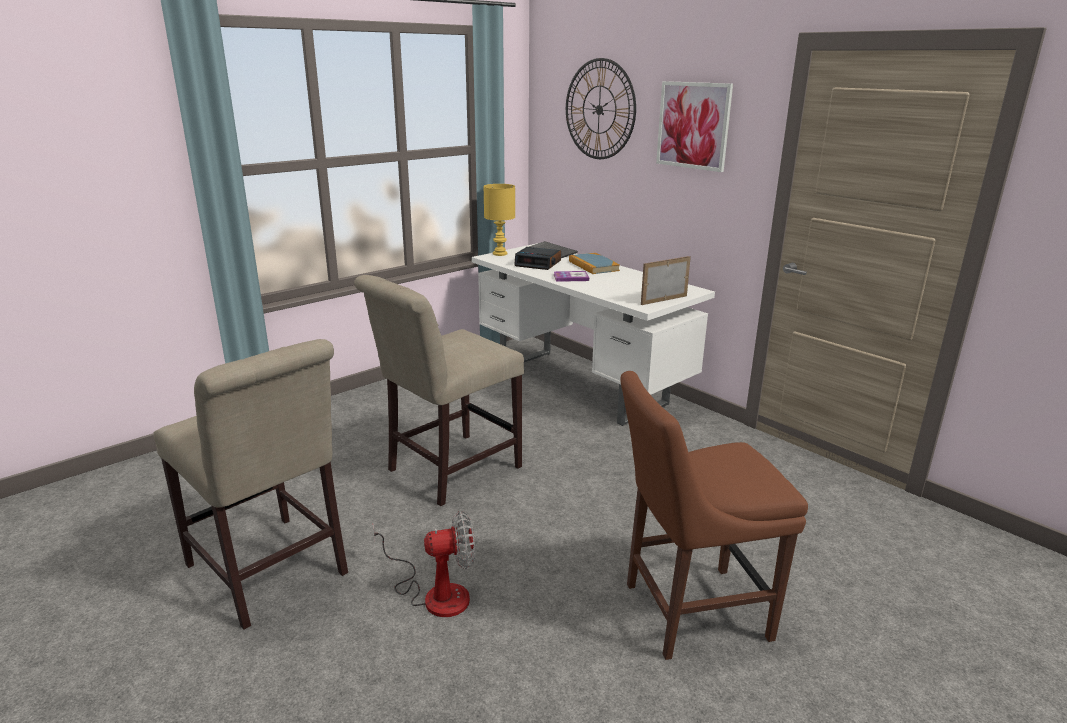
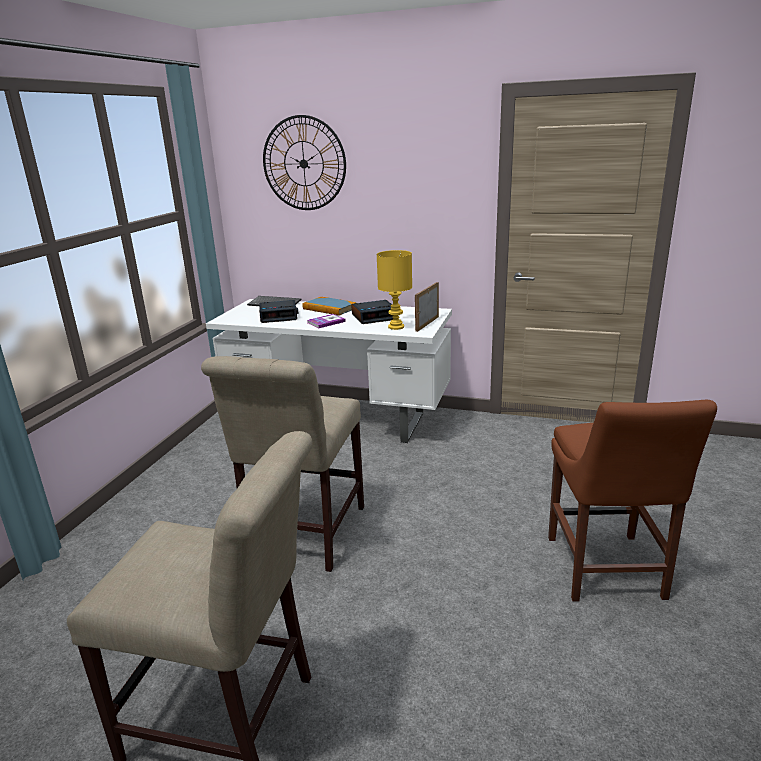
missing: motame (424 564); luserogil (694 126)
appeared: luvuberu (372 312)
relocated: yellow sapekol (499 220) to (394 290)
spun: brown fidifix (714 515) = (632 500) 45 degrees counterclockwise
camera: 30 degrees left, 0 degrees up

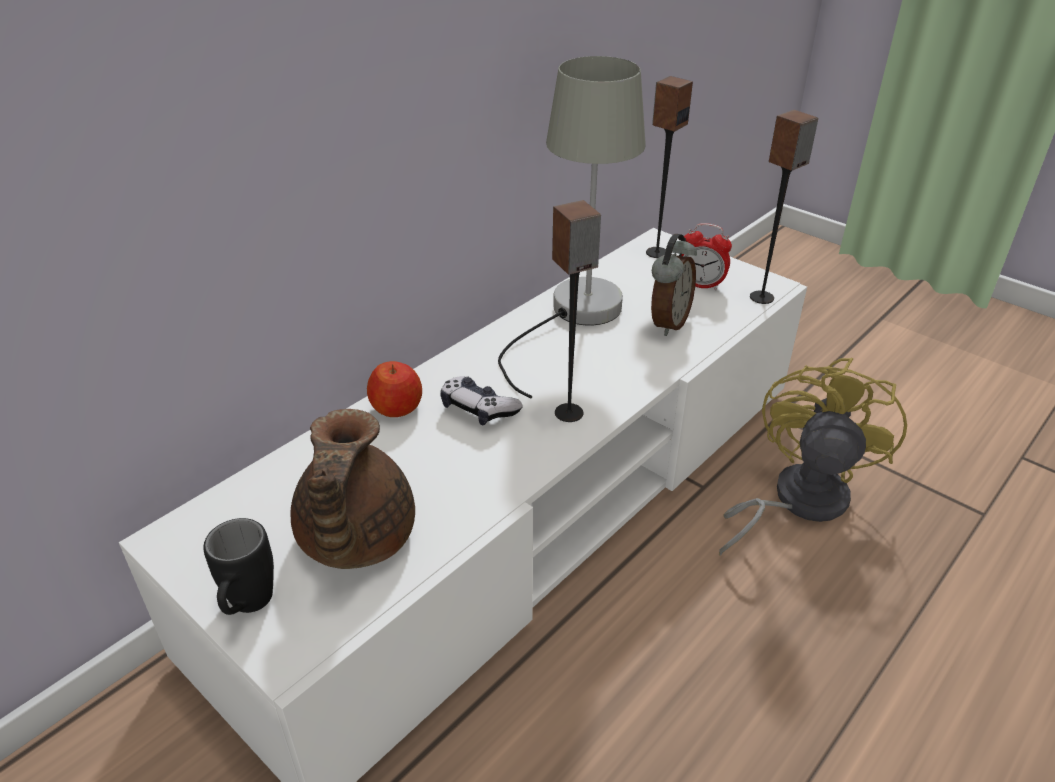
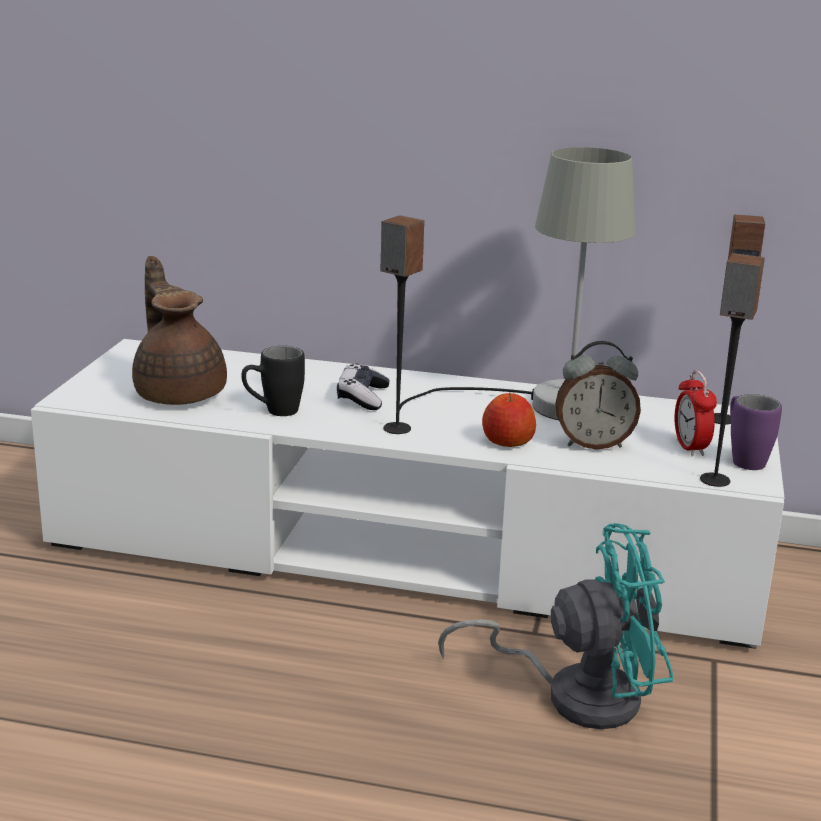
appeared: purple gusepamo (756 432)
relocated: black gusepamo (238 566) to (273 381); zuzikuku (394 389) to (509 419)
colour: yellow motame (813 456) to turquoise motame (555 626)
spun: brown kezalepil (352 489) = (179 330) 90 degrees clockwise
camera: 60 degrees right, 15 degrees down

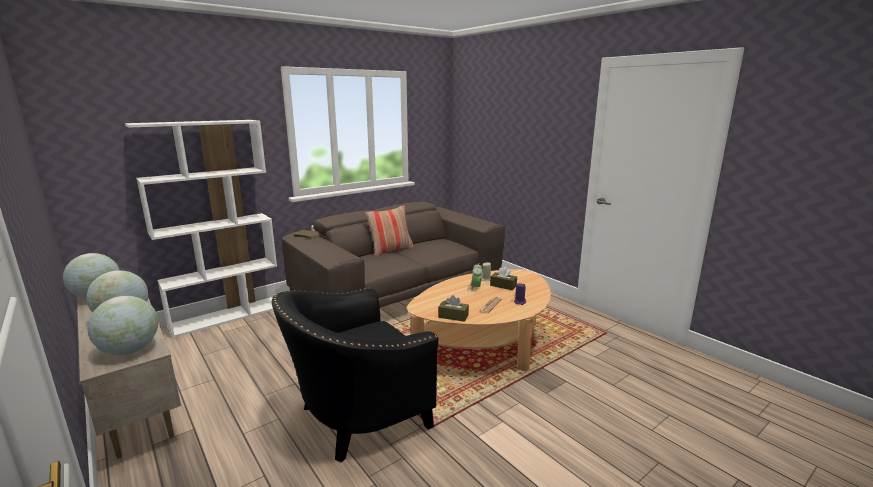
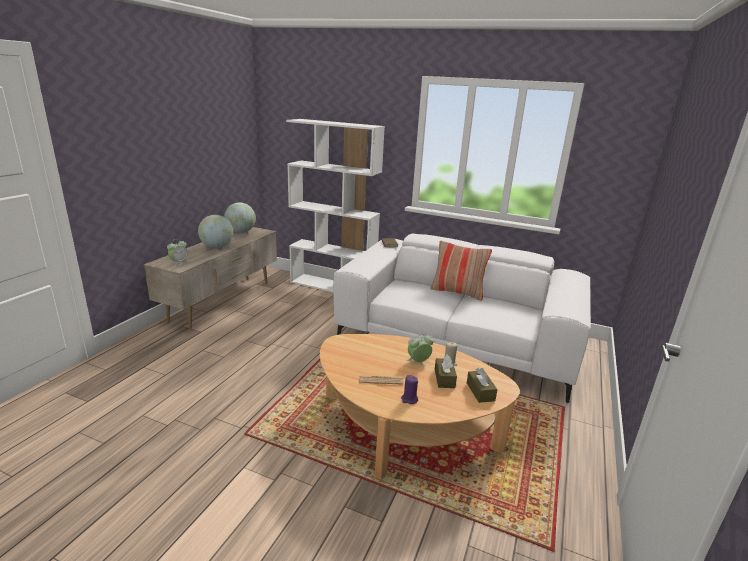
missing: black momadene (355 375)
relocated: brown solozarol (453 308) to (482 385)
exchanged: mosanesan (122 325) to luvuberu (178 252)
colour: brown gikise (393 255) to white gikise (462 318)
camera: 60 degrees right, 5 degrees up

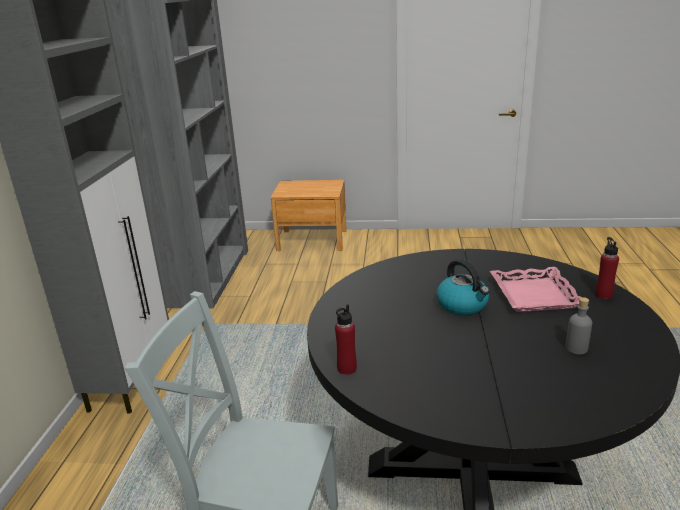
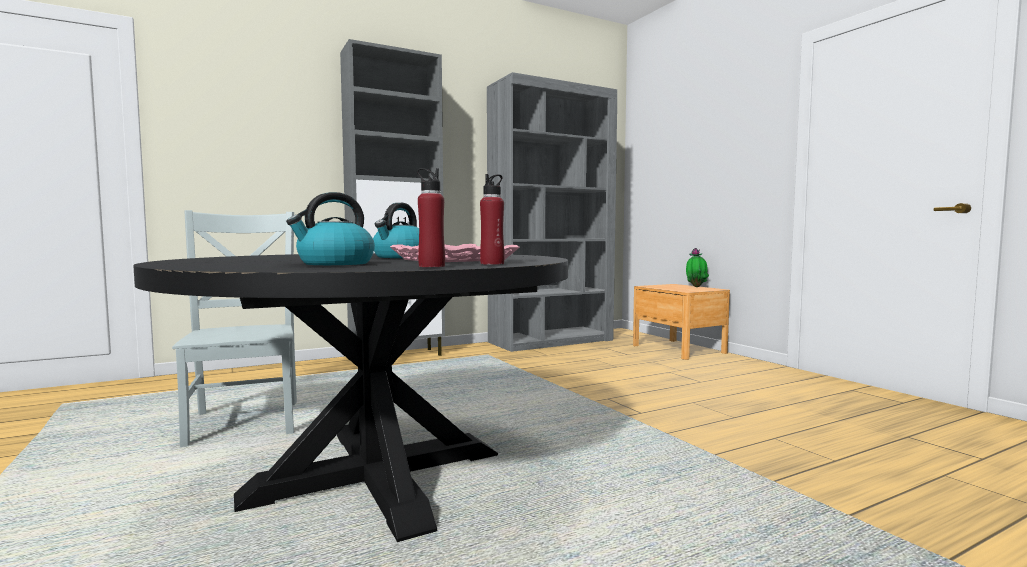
appeared: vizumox (697 267)
relocated: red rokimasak (346 339) to (431 217)
exchanged: grey rokimasak (578 326) to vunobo (330 228)
camera: 55 degrees right, 20 degrees down

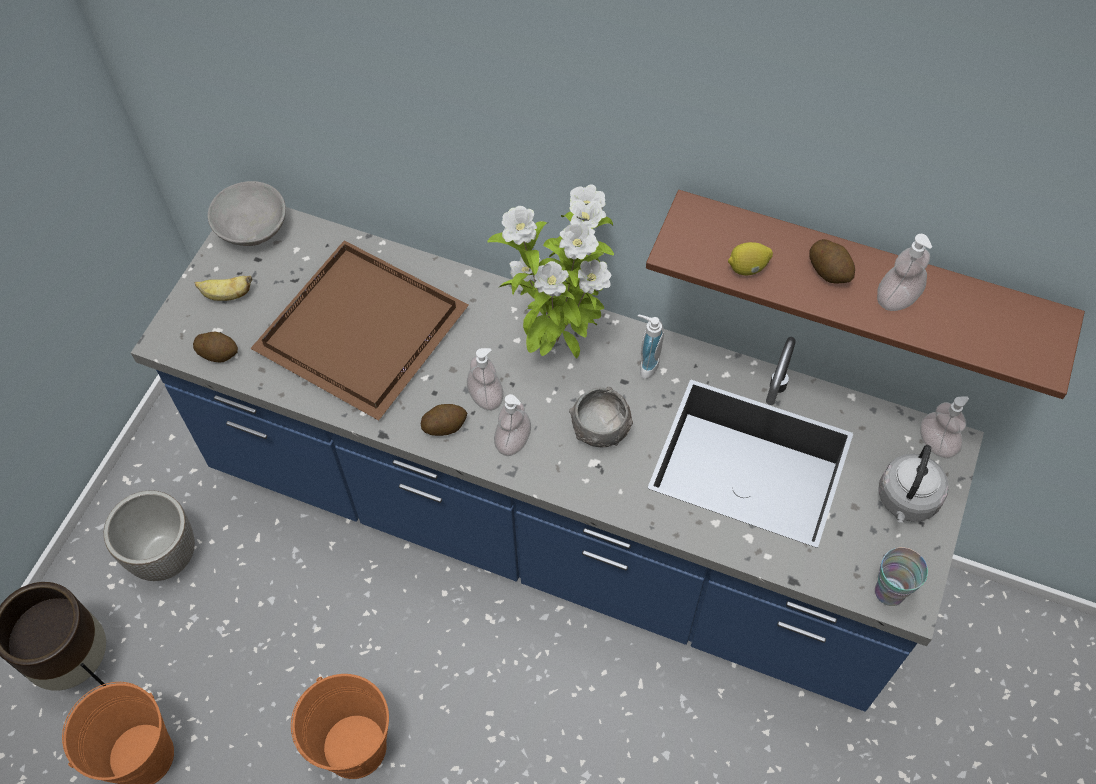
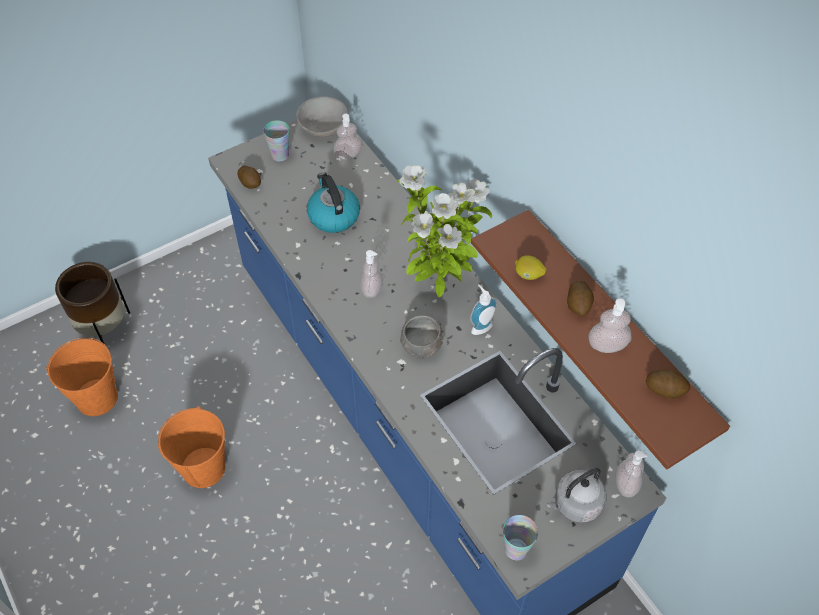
missing: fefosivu (149 535)
relocated: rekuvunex (444 420) to (668 384); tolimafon (512 425) to (347 137)
exchanged: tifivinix (224 288) to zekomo (276 141); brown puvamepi (359 330) to vunobo (333 202)
camera: 35 degrees right, 5 degrees down

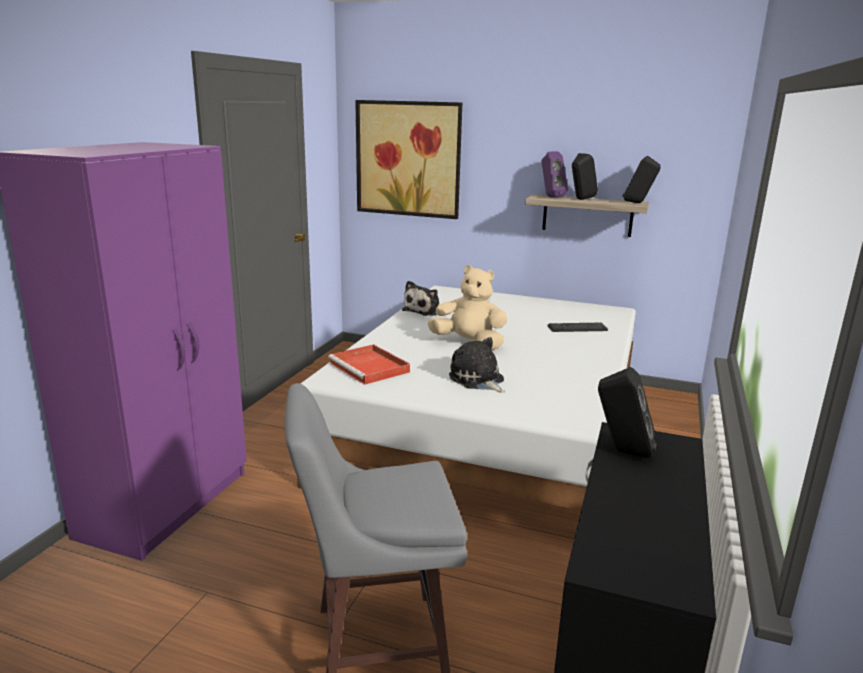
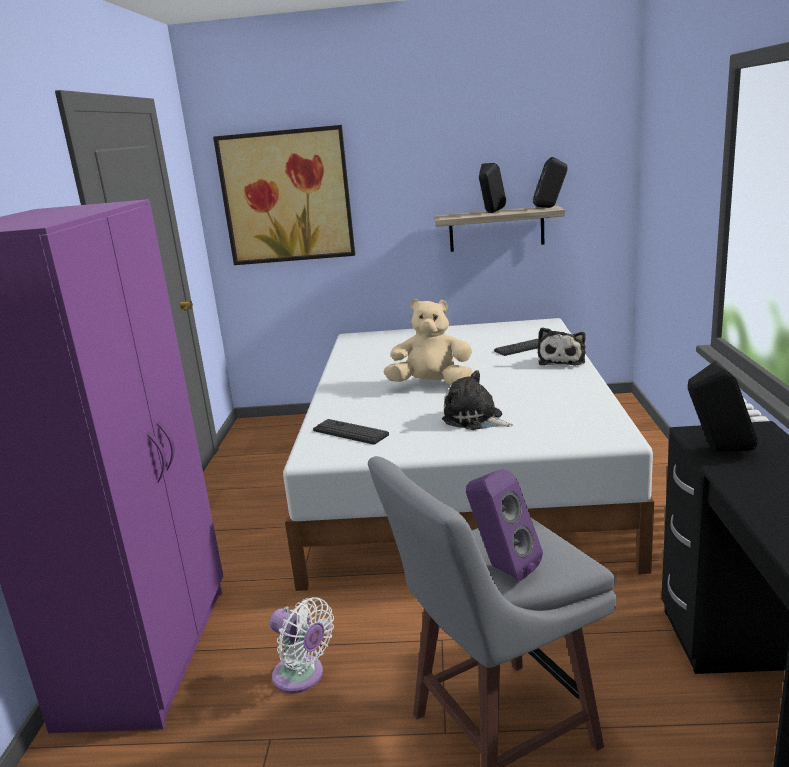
appeared: white motame (301 645)
relocated: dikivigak (420 298) to (562 346); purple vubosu (555 174) to (504 524)
exchanged: red puvamepi (369 364) to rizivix (351 432)
camera: 15 degrees left, 0 degrees up

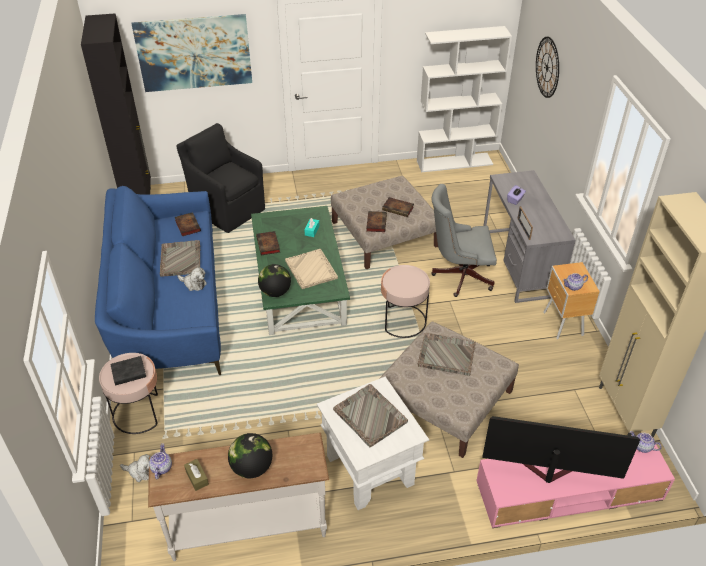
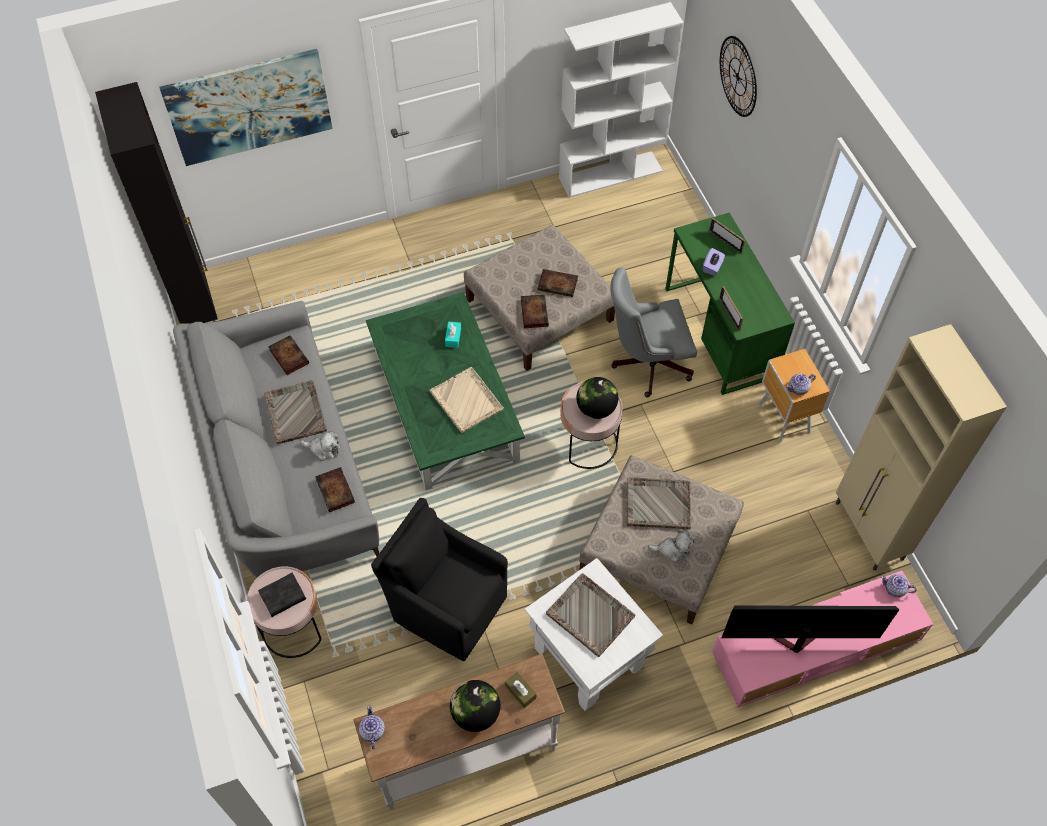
appeared: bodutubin (727 236)
relocated: dikivigak (135 468) to (671 546); black momadene (221 178) to (439 579); brown solozarol (196 475) to (520 690); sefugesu (268 243) to (335 489); mosanesan (274 280) to (597 398)
colour: blue gikise (158 280) to grey gikise (276 439); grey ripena (529 236) to green ripena (730 304)
camera: 10 degrees left, 15 degrees up

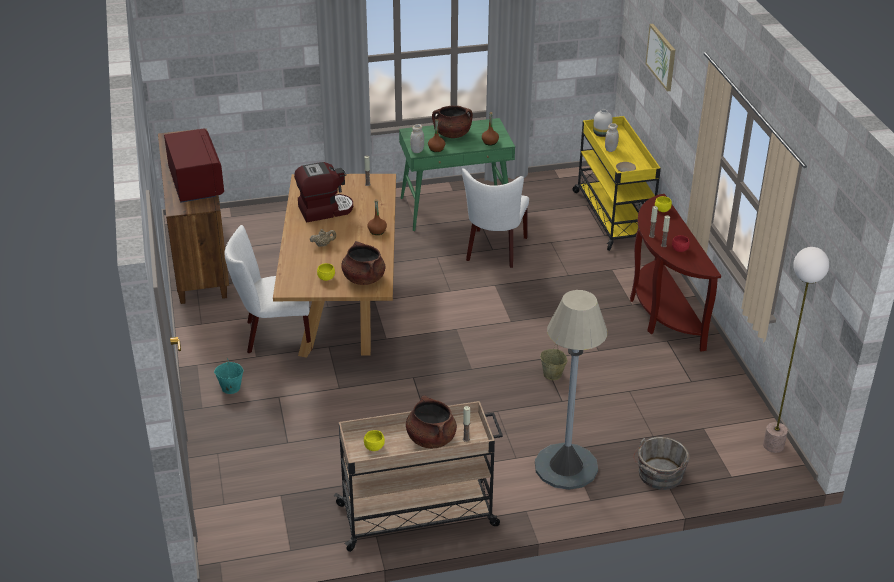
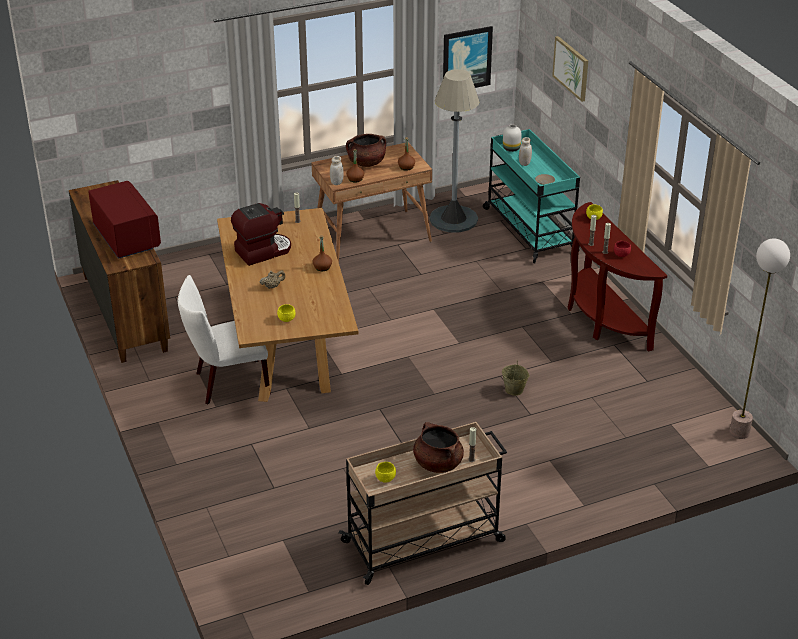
missing: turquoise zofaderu (229 376); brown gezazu (363 263); white fidifix (495 218); grey zofaderu (661 463)
appeared: luserogil (468 57)
relocated: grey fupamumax (571 390) to (455 150)
colour: green ripena (457 174) to brown ripena (371 202); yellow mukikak (617 183) to turquoise mukikak (531 196)
camera: 10 degrees left, 0 degrees up

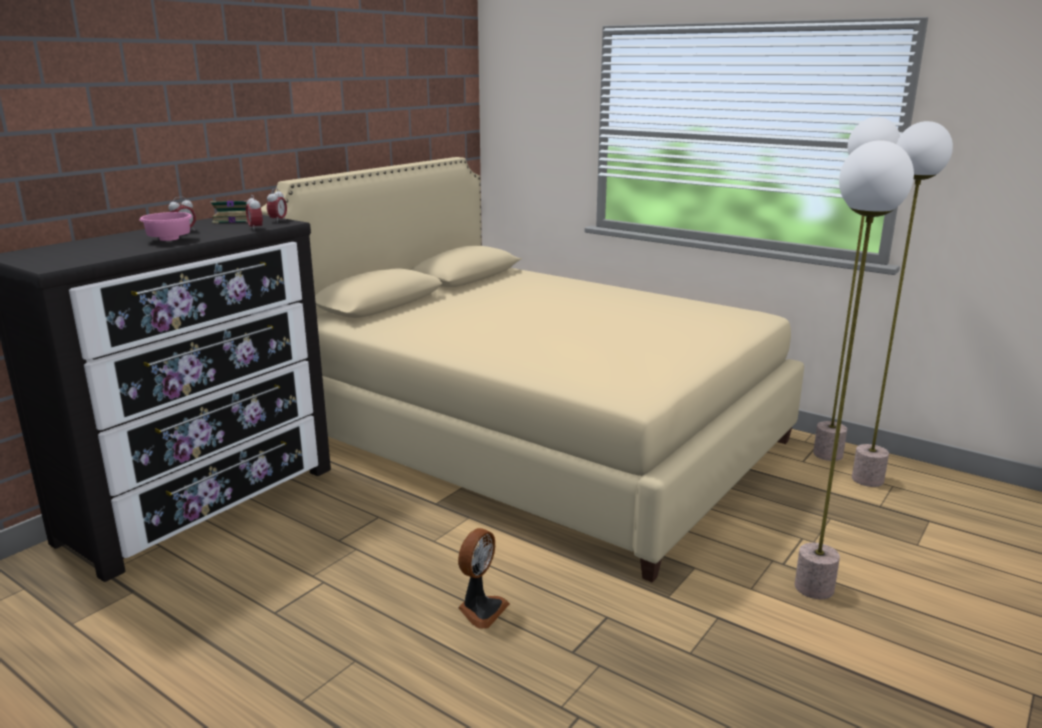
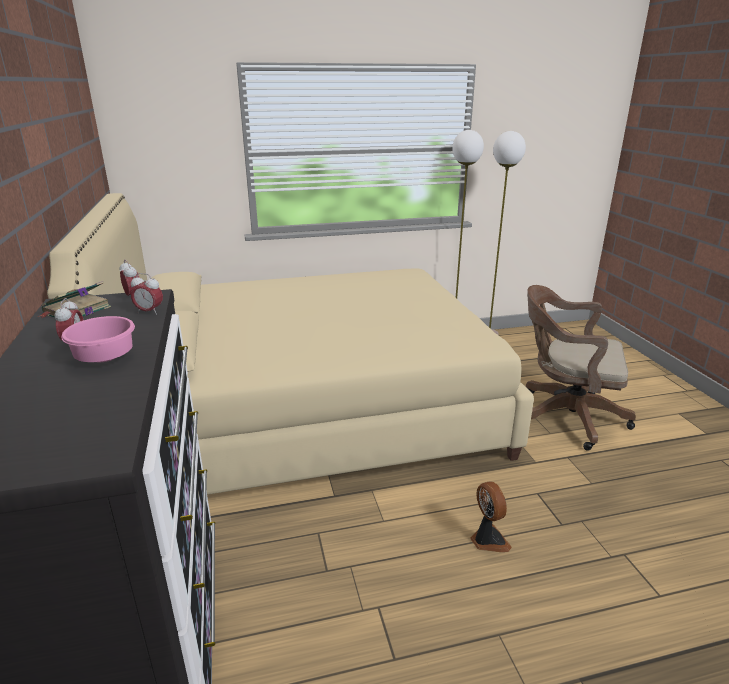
exchanged: fupamumax (854 369) to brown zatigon (581 367)
camera: 50 degrees left, 5 degrees up

